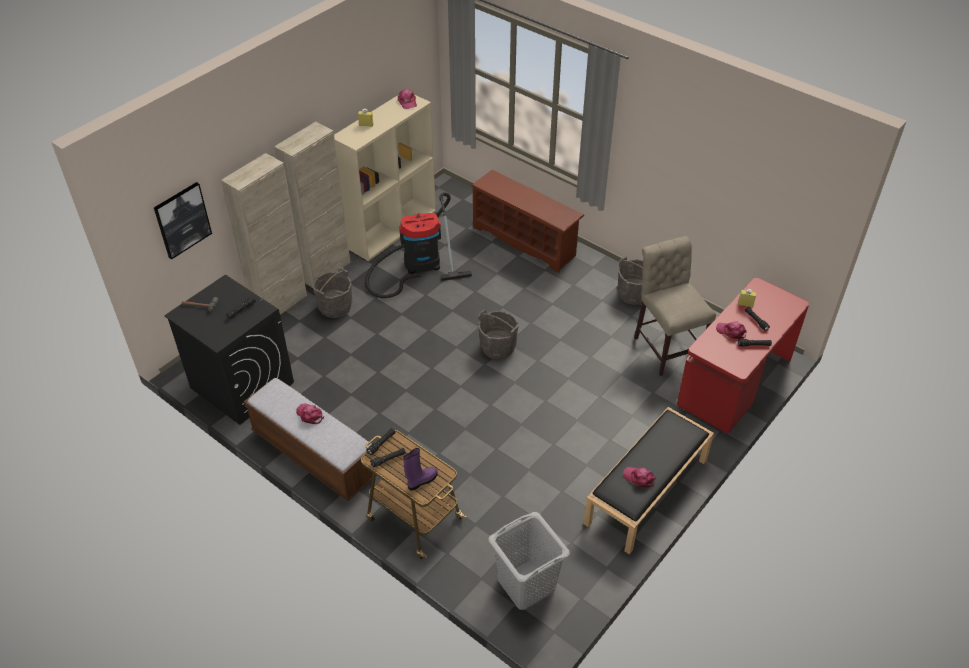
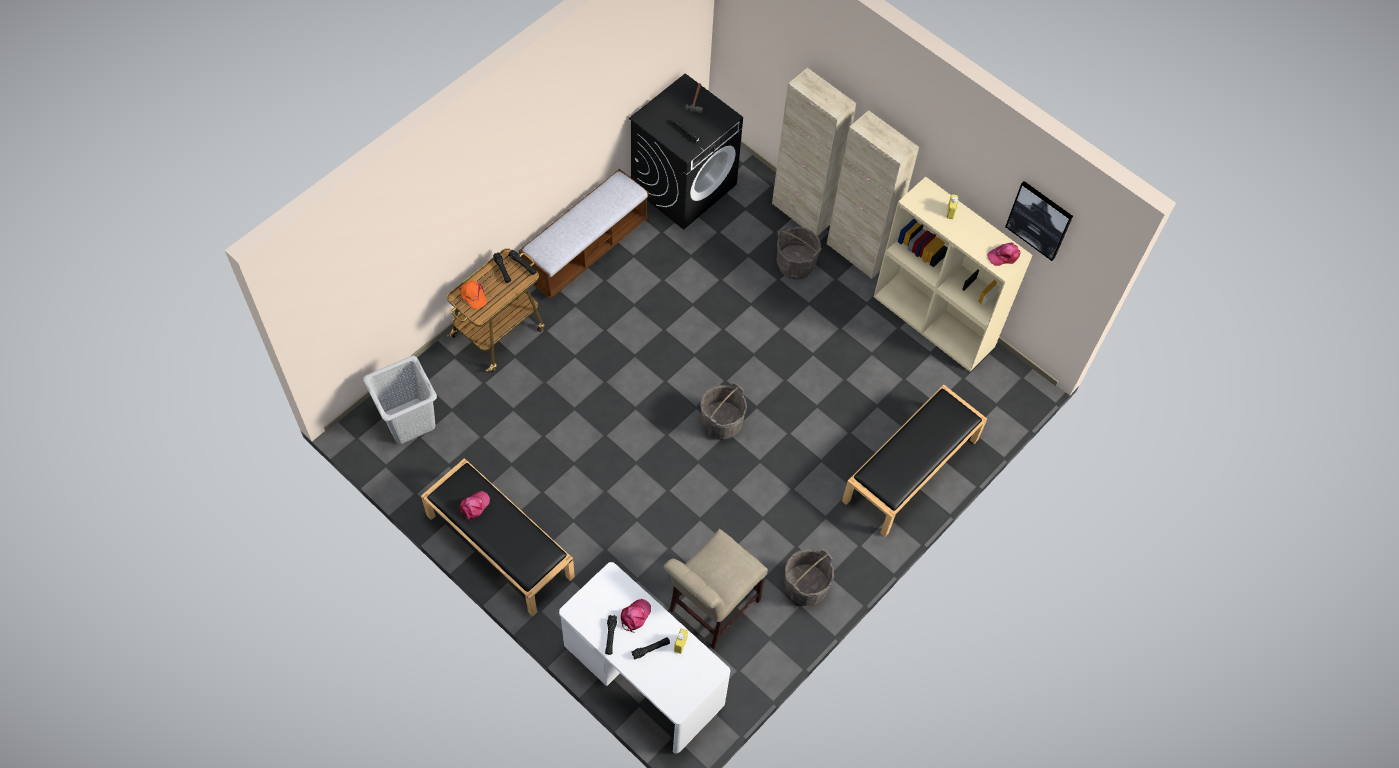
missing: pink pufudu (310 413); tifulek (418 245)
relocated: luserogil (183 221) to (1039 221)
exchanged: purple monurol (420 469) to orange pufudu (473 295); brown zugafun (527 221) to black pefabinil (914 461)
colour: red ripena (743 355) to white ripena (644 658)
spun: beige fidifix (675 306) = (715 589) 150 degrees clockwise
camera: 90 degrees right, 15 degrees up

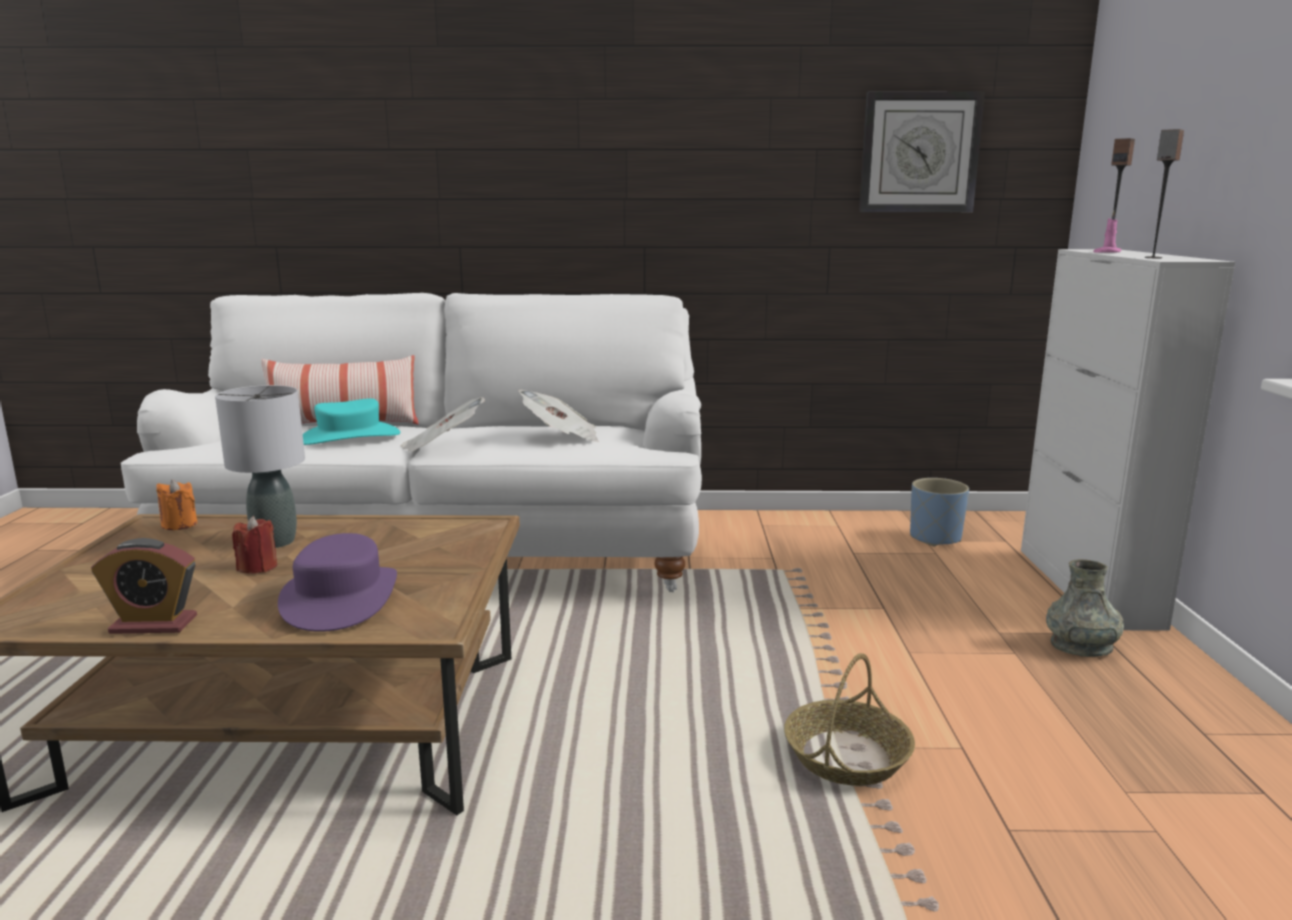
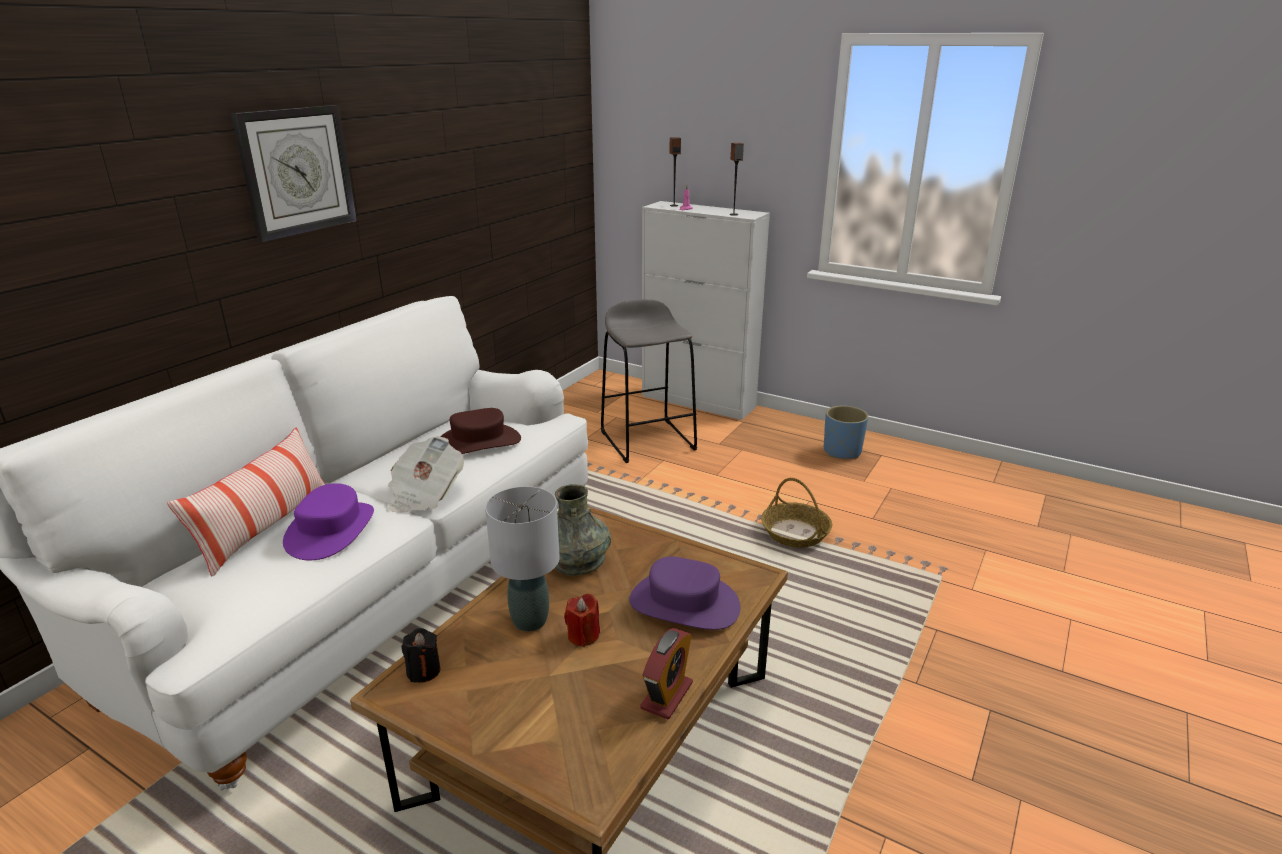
appeared: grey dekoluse (649 381)
relocated: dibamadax (922 151) to (294 173); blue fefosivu (939 512) to (846 432); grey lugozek (1085 608) to (583 530)
exchanged: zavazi (558 416) to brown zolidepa (480 431)
colour: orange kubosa (176 505) to black kubosa (421 655); turquoise zolidepa (351 421) to purple zolidepa (328 521)
camera: 60 degrees left, 10 degrees up

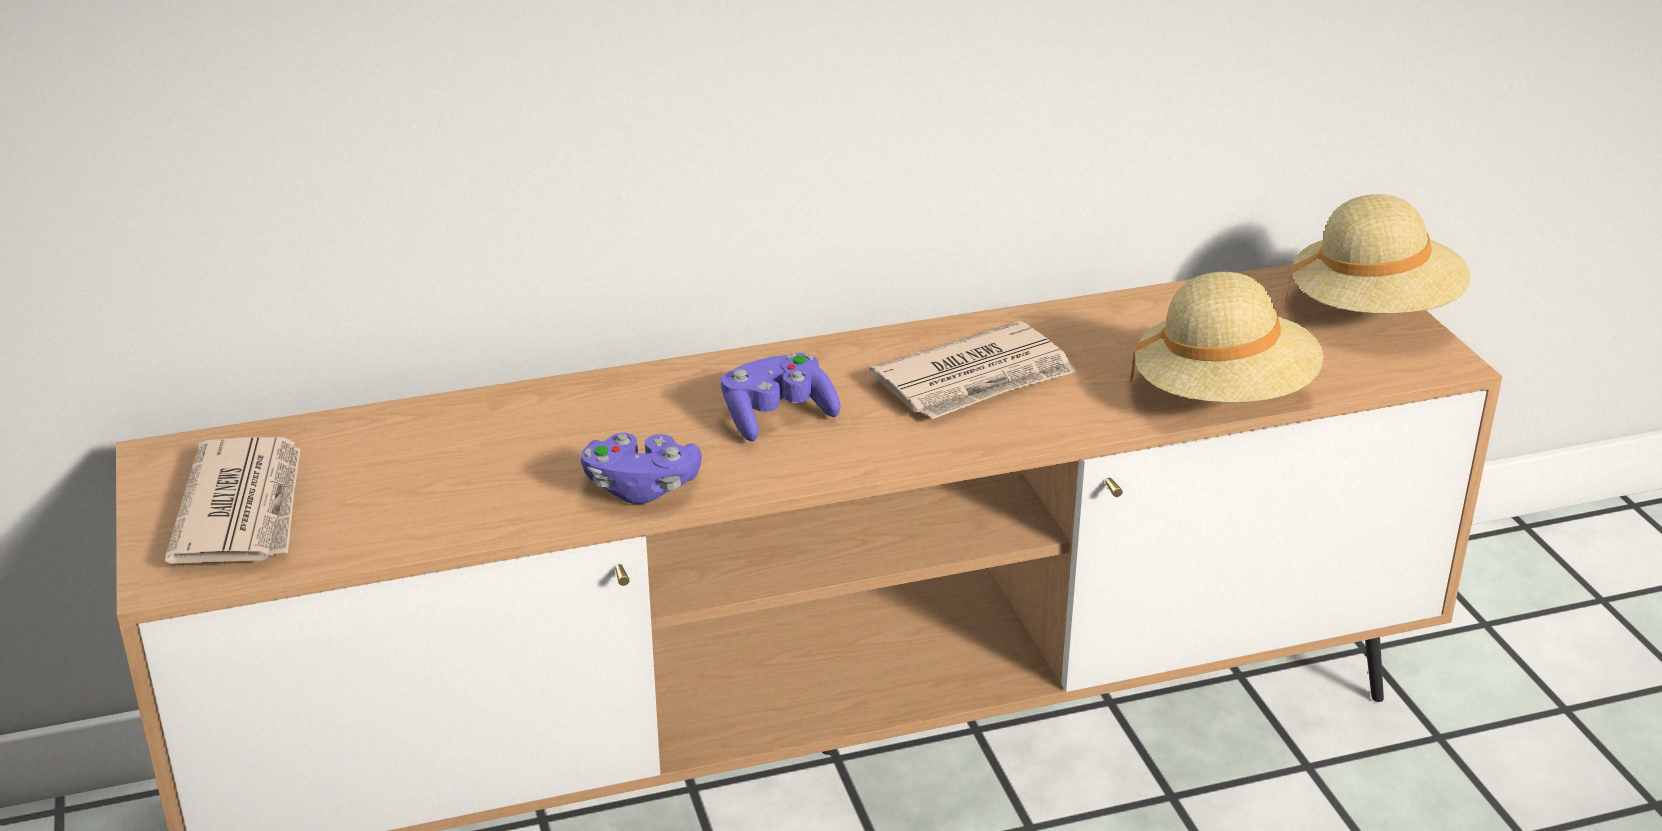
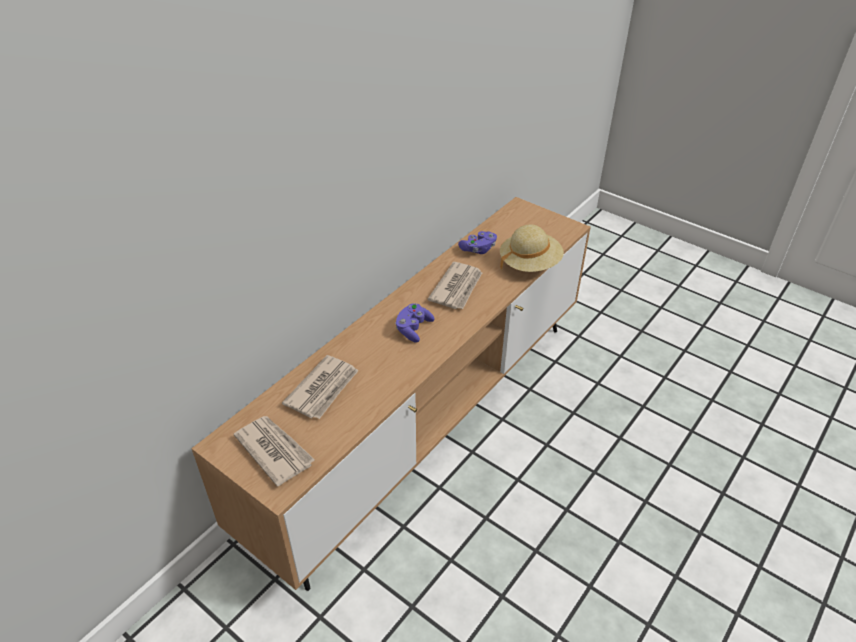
missing: beige zolidepa (1378 254)
appeared: zavazi (320 387)
relocated: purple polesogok (641 468) to (477 242)
camera: 35 degrees left, 10 degrees up

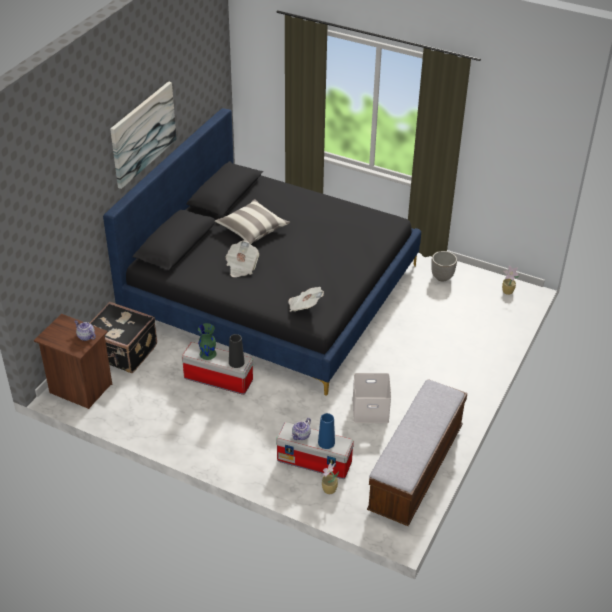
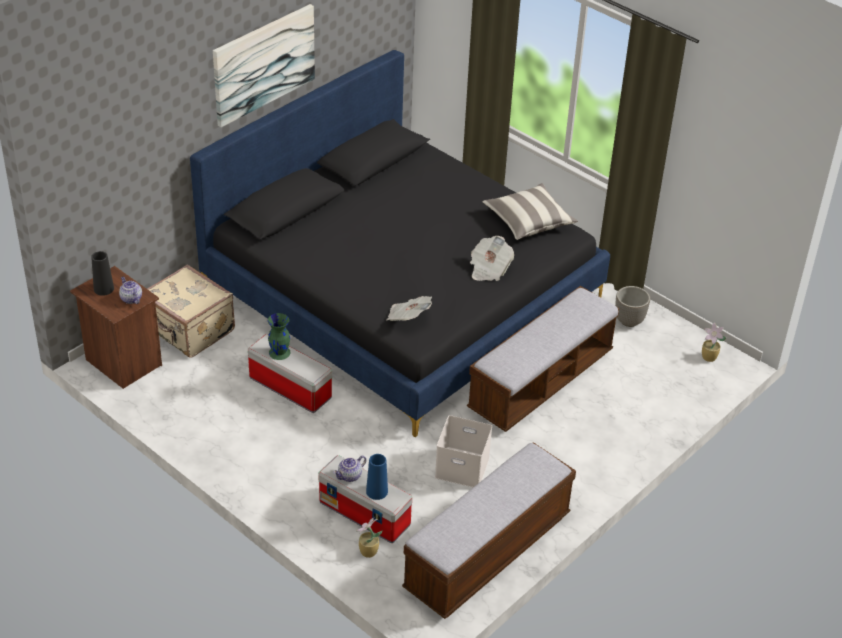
appeared: pefabinil (543 359)
relocated: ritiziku (252 221) to (530 211); zavazi (242 258) to (492 258); black lugozek (237 351) to (102 273)
colour: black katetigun (123 337) to beige katetigun (191 311)
camera: 15 degrees right, 0 degrees up

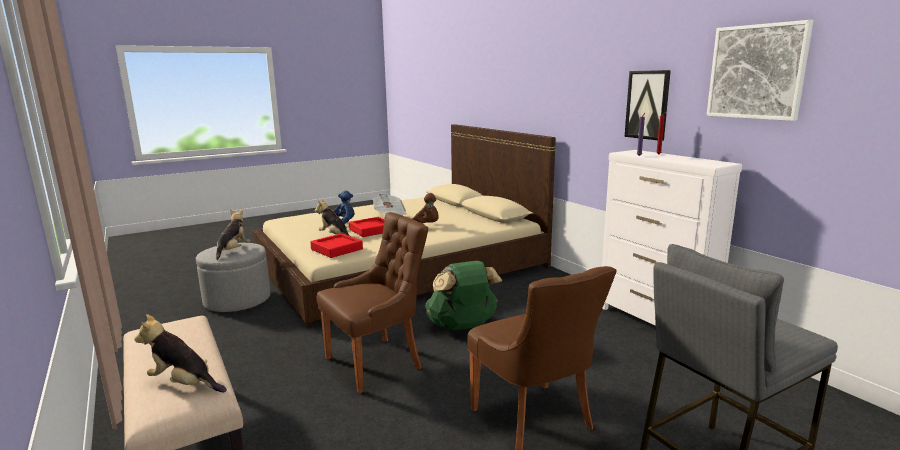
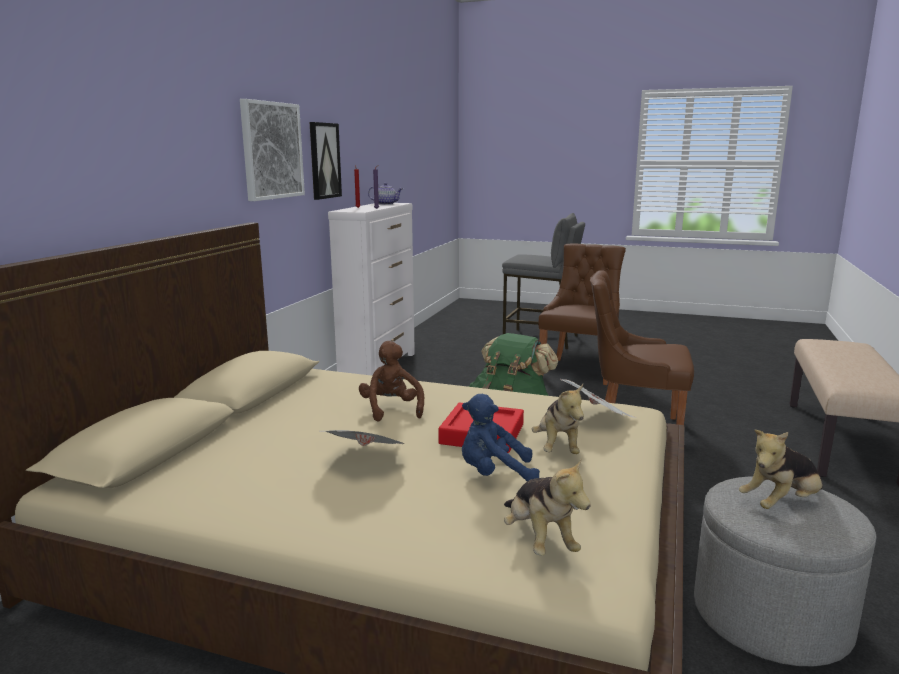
appeared: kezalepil (385 194)
relocated: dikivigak (180 353) to (547 507); luserogil (760 70) to (272 150)
exchanged: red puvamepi (336 245) to zavazi (599 398)
camera: 130 degrees left, 0 degrees up

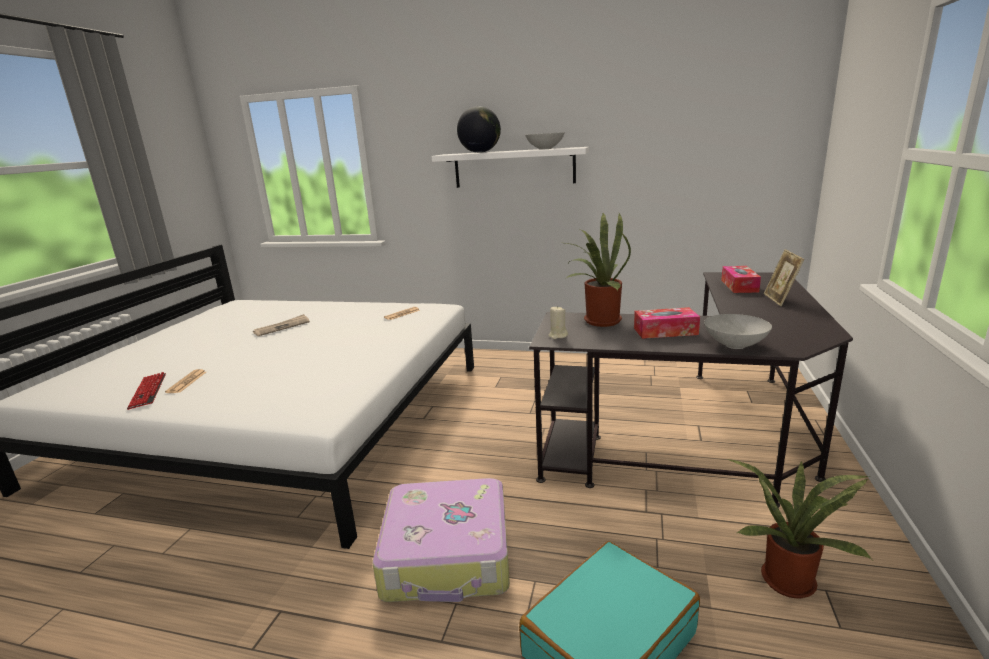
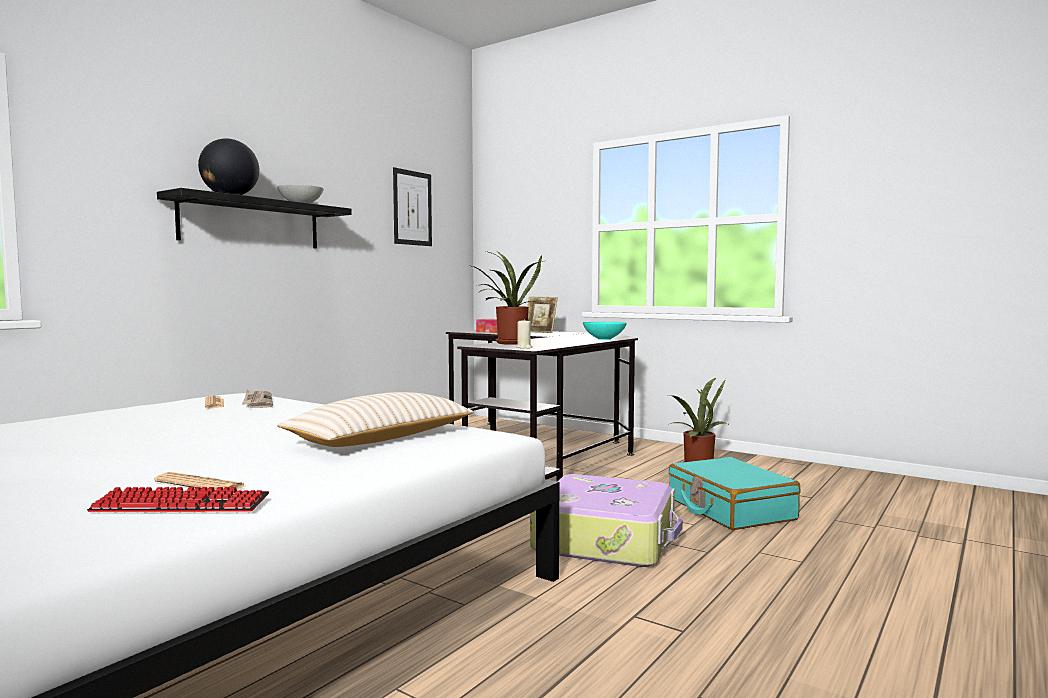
missing: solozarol (667 323)
appeared: beige ritiziku (375 419); luserogil (412 206)
relocated: zavazi (281 325) to (257 399)
colour: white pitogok (510 167) to black pitogok (254 218); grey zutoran (738 331) to turquoise zutoran (605 331)
camera: 70 degrees left, 15 degrees down

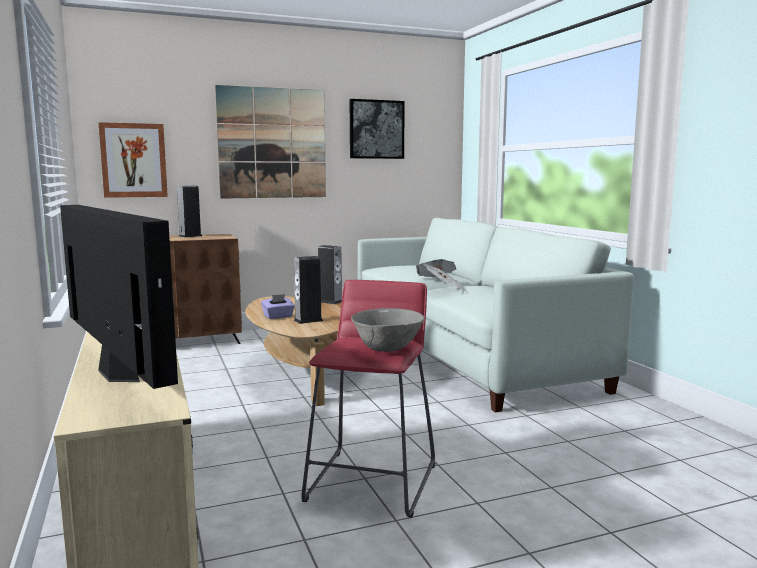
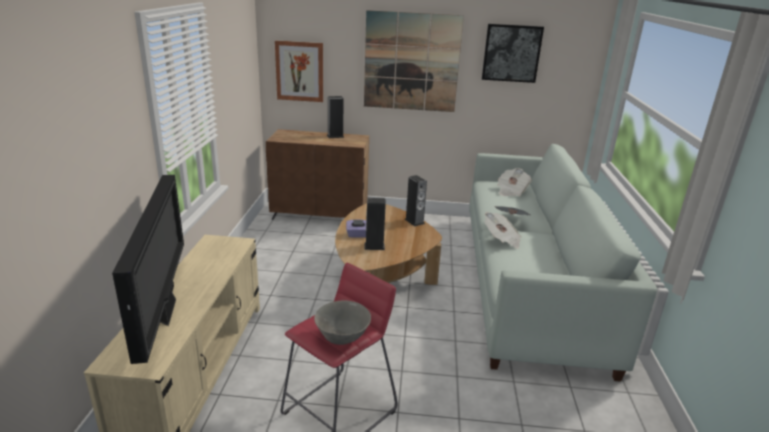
appeared: zavazi (514 182)
camera: 25 degrees right, 15 degrees up

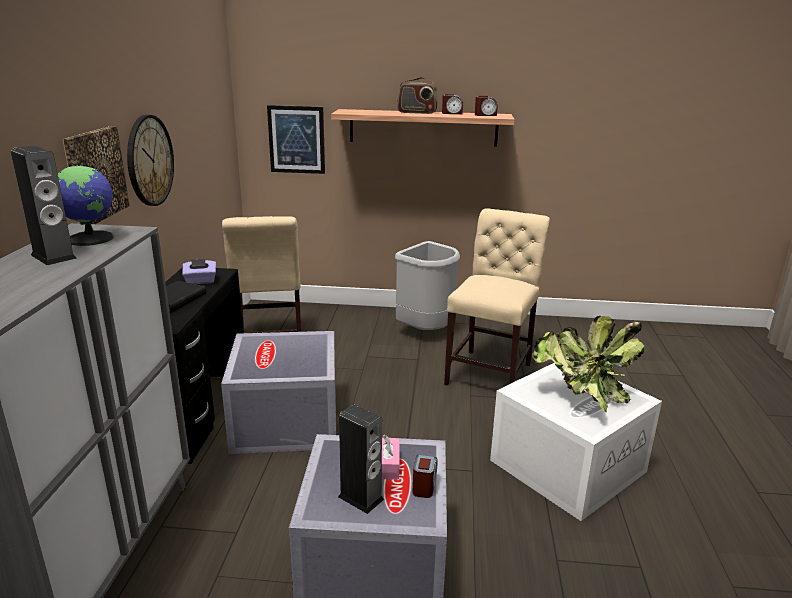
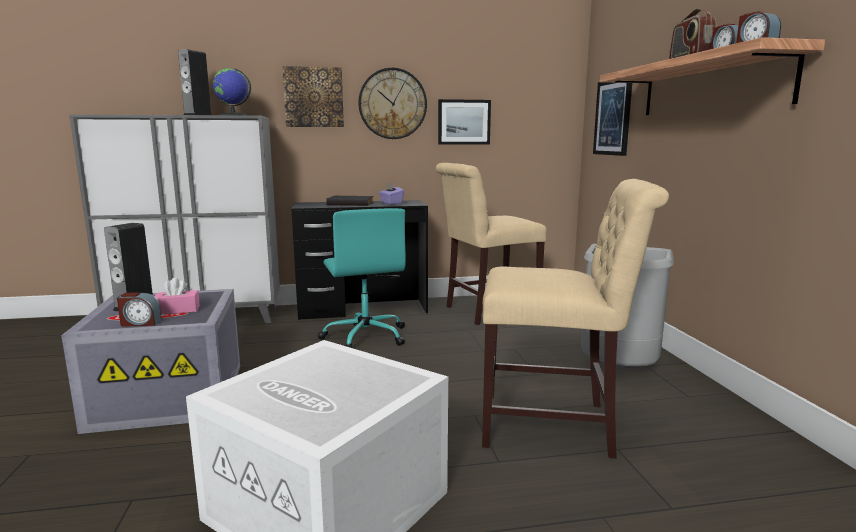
missing: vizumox (588 363)
appeared: luserogil (464 122)
exchanged: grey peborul (278 392) to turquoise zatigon (362 278)
camera: 75 degrees right, 10 degrees down

